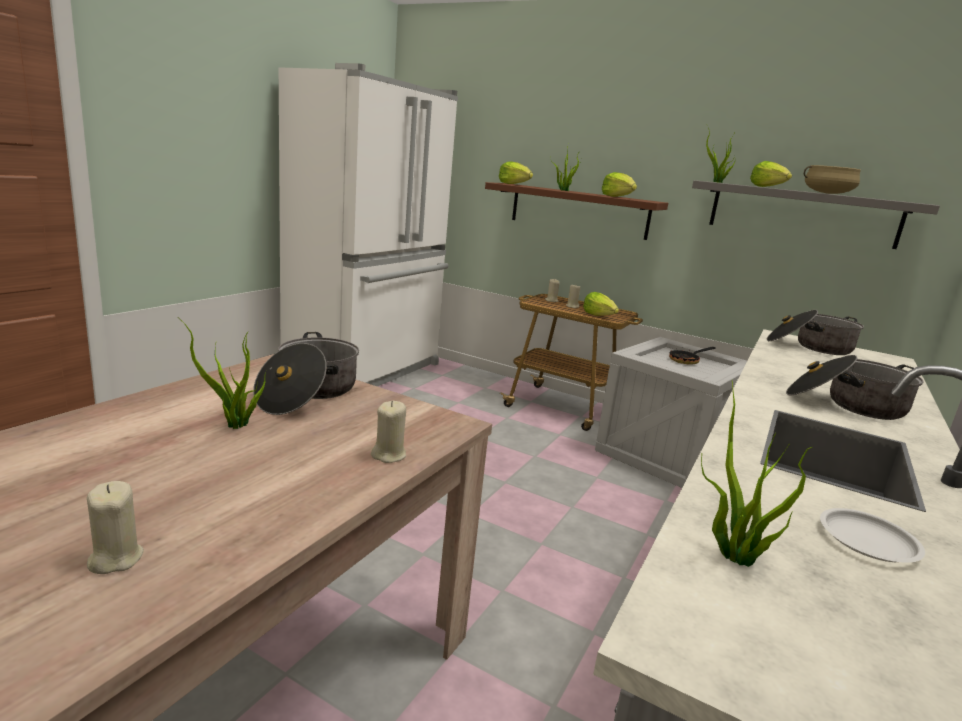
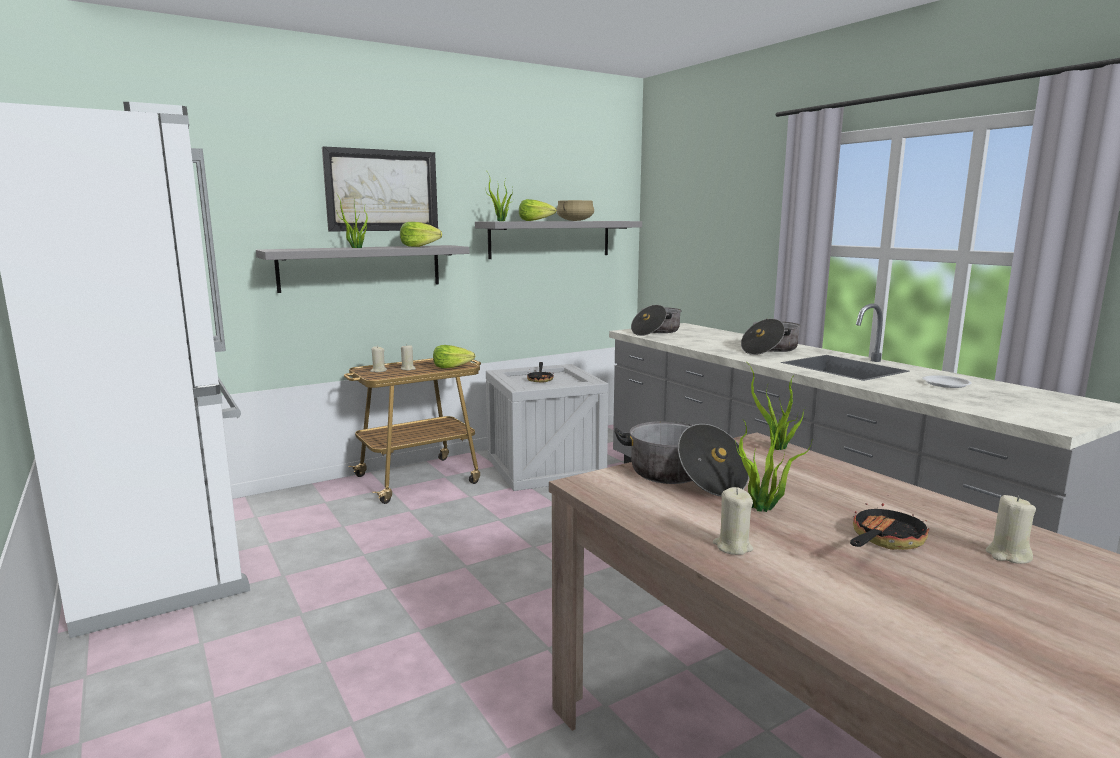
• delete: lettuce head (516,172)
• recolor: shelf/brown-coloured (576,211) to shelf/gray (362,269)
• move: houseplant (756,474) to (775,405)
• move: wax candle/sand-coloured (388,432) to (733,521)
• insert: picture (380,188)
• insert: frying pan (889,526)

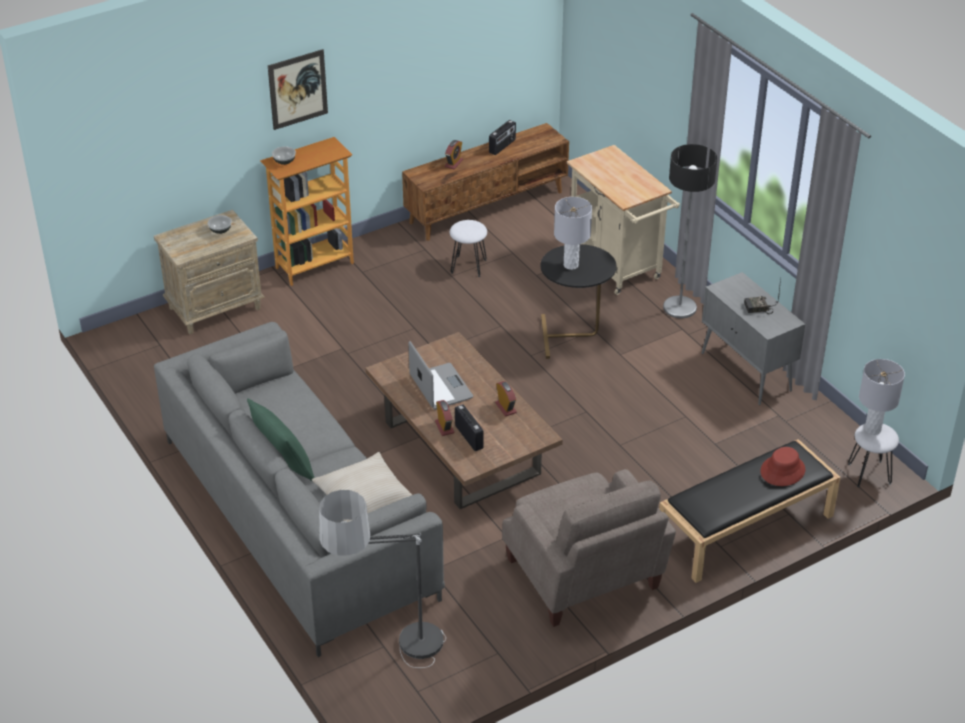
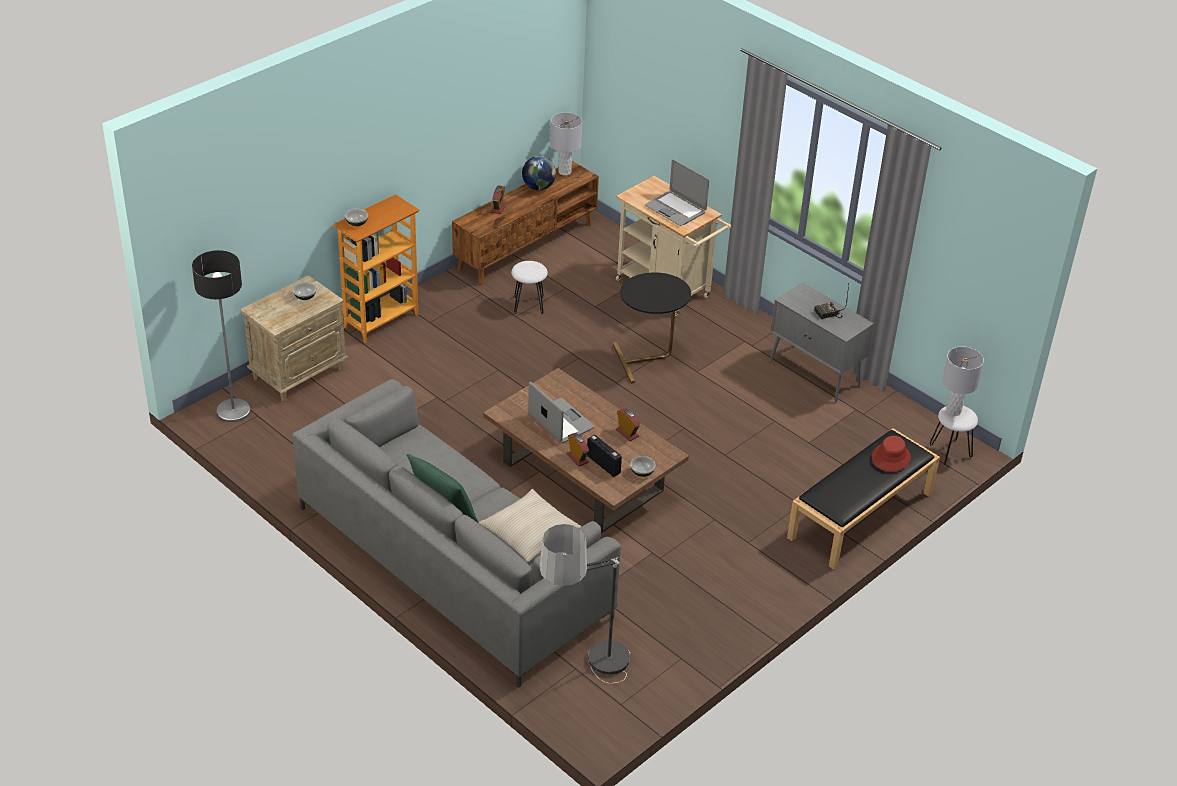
• delete: picture (298,89)
• replace: radio (502,137) to world globe (539,173)
• move: floor lamp (690,231) to (221,336)
• move: table lamp/gray (573,233) to (566,143)
• delete: lounge chair/sand-coloured (589,548)
• insert: portable computer (677,192)
• insert: deep dish (643,466)

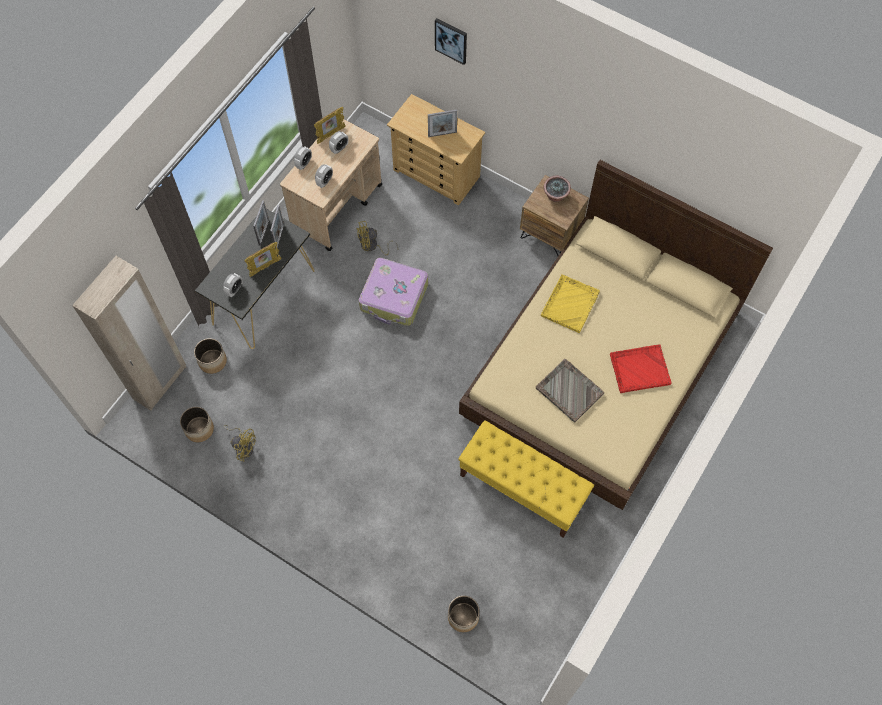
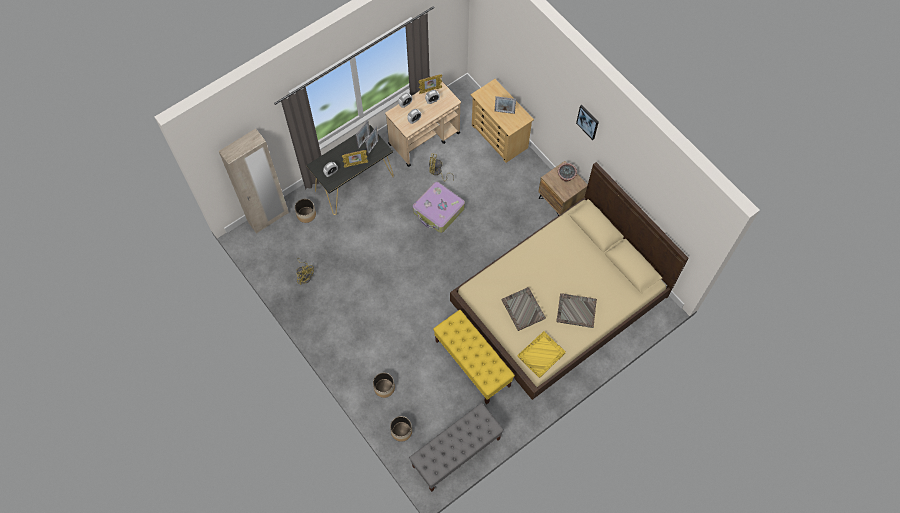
• move: picture (451,41) to (587,122)
• move: carrying tray/yellow (570,304) to (541,354)
• recolor: carrying tray/red (641,368) to carrying tray/gray (576,310)
• move: plant pot (197,424) to (384,385)
• insert: long seat/gray (456,447)

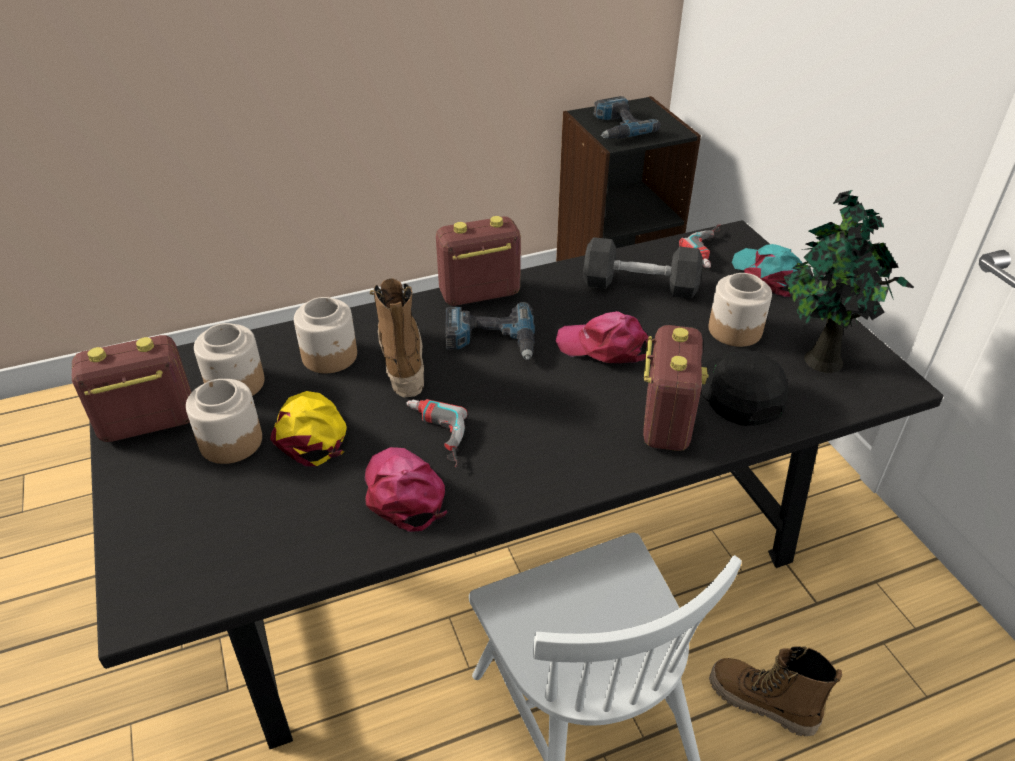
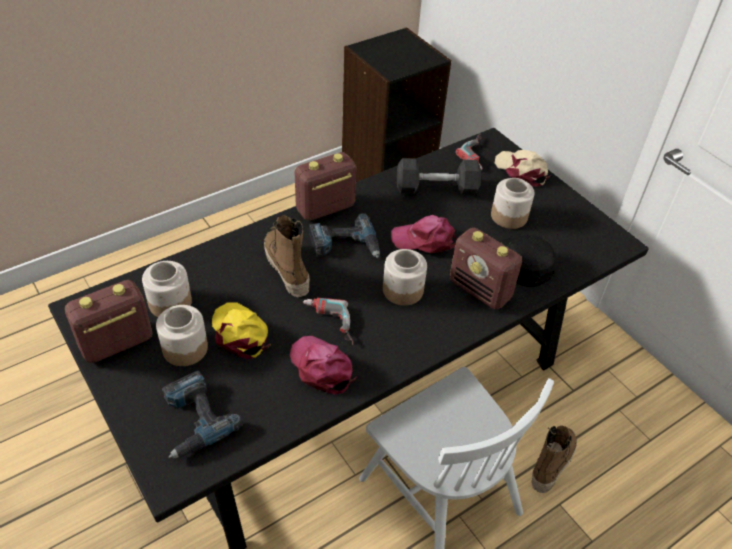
• move: power drill (626,117) to (202,415)
• delete: houseplant (849,281)
• recolor: peaked cap/turquoise (767,270) to peaked cap/sand-coloured (523,168)
• move: storage jar (325,335) to (405,277)
• rotate: radio (675,388) = (486,268) 135 degrees clockwise
• rotate: boot (775,691) = (554,459) 105 degrees clockwise

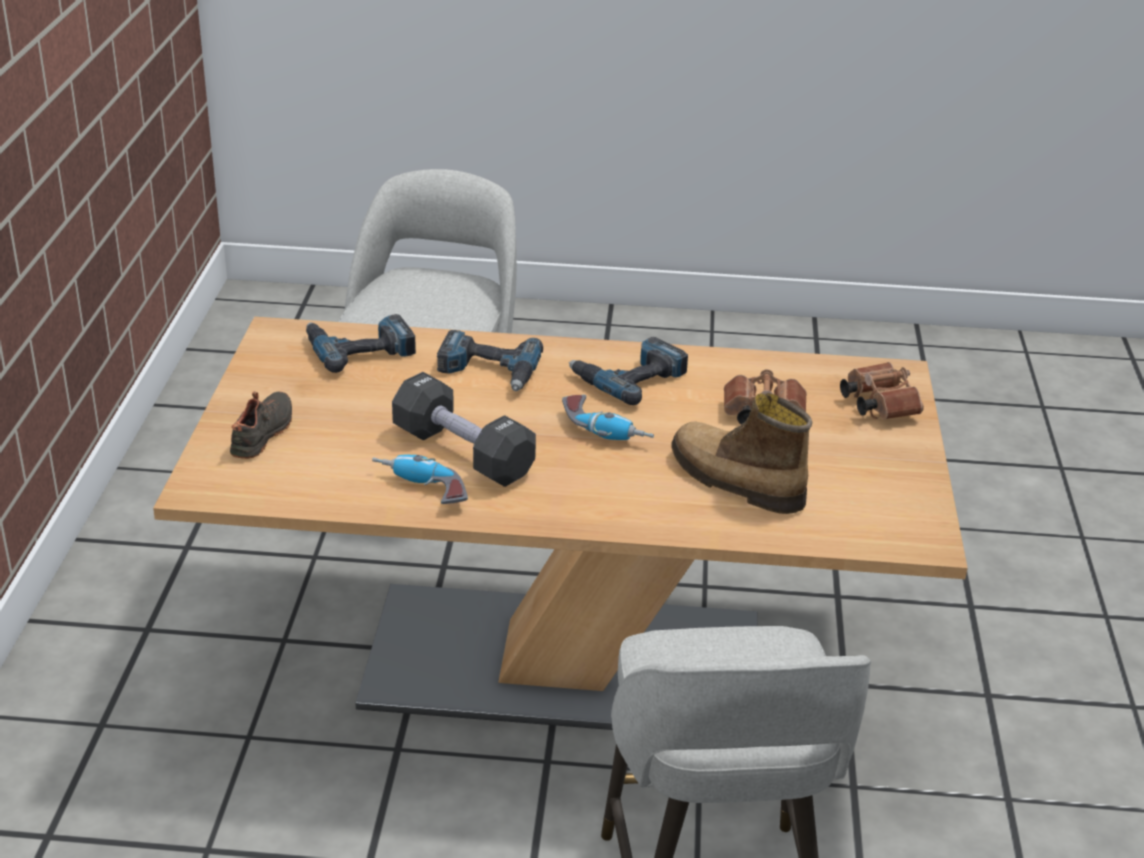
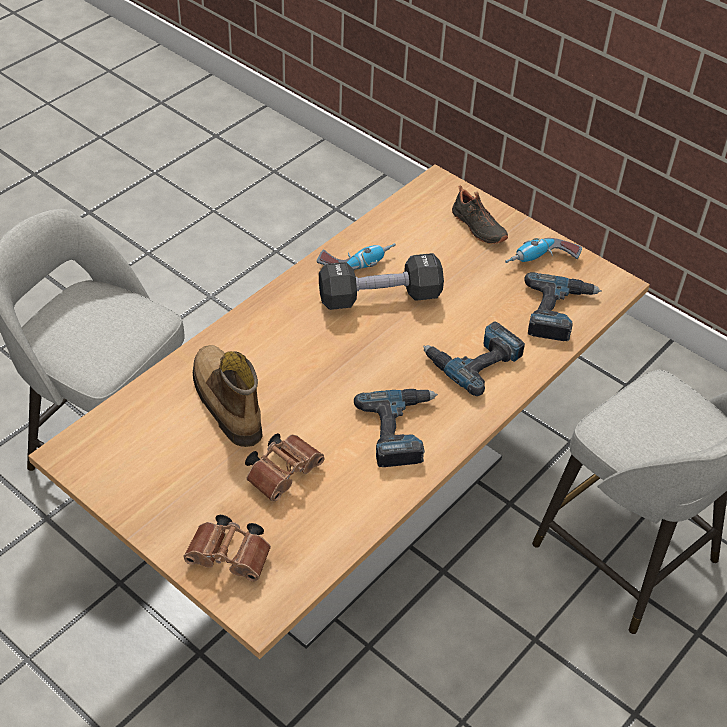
• rotate: boot (741,453) = (228,396) 105 degrees counterclockwise
• move: power drill (608,417) to (543,250)

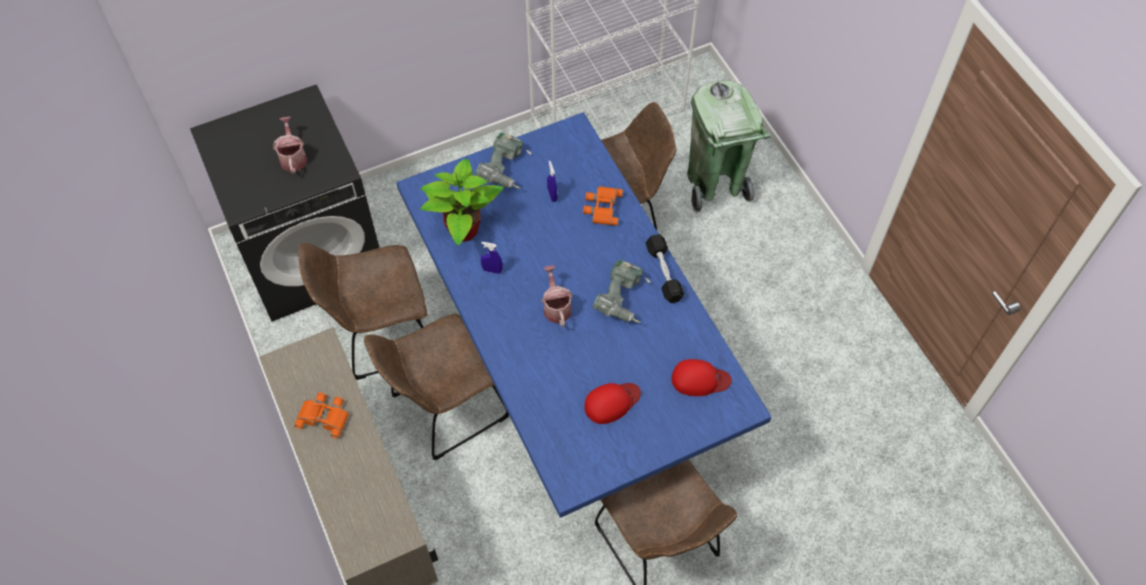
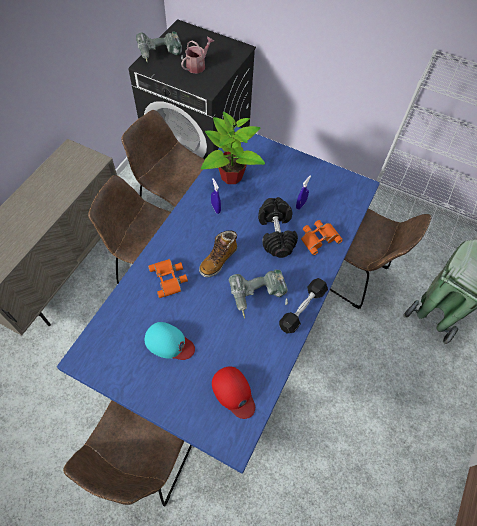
• move: power drill (503,161) to (159,47)
• replace: watering pot (557,296) to boot (218,253)
• recolor: peaked cap/red (612,403) to peaked cap/turquoise (170,341)
• move: field glasses/orangey (321,415) to (168,278)
• insert: dumbbell/black (278,227)

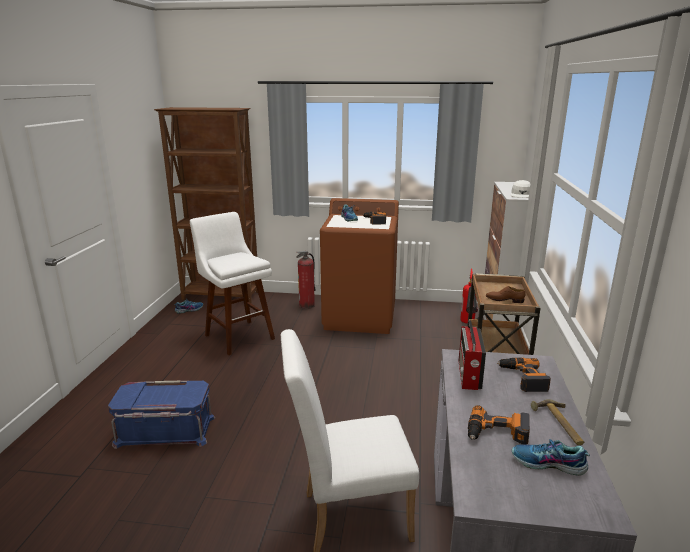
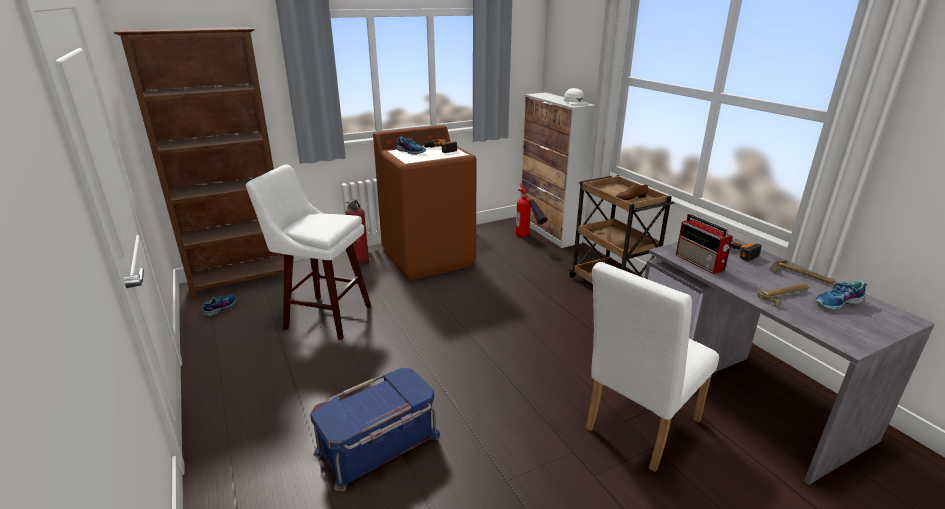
• replace: power drill (499,425) to tool hammer (782,295)

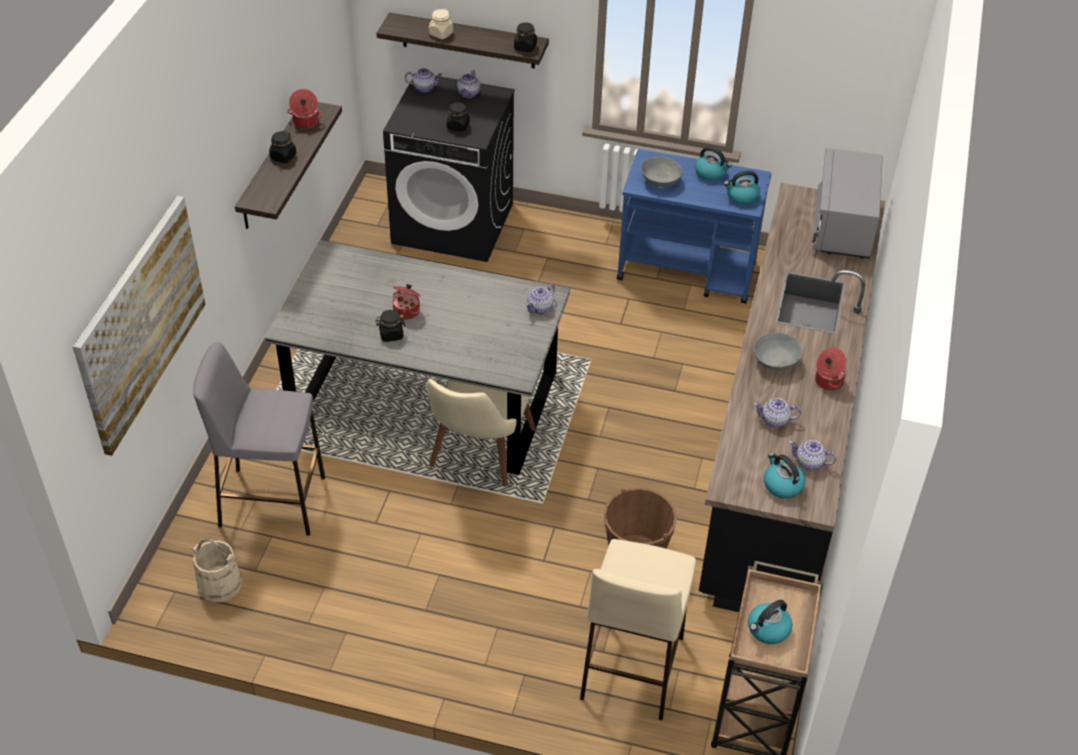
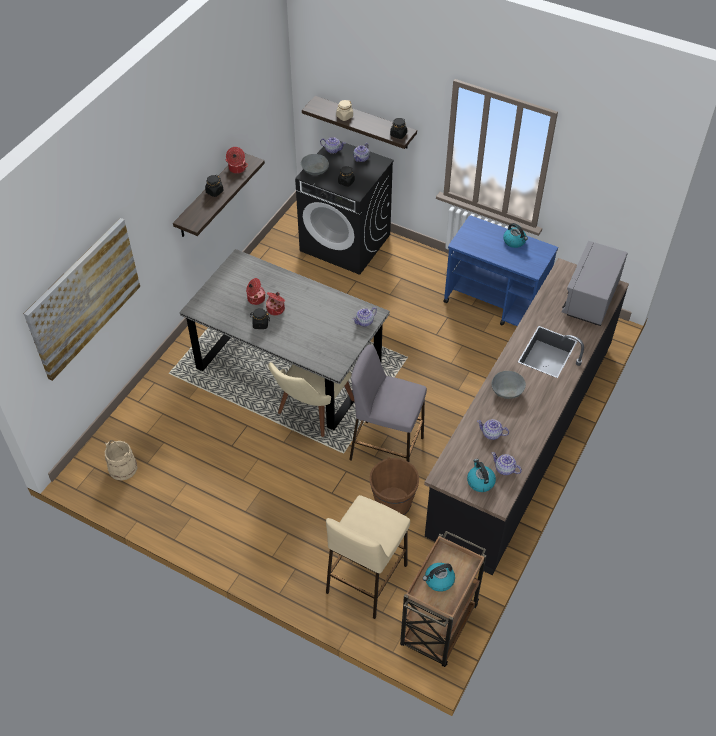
• move: deep dish/gray (662,171) to (315,164)
• delete: water kettle (742,187)
• move: stool/gray (259,439) to (388,403)
• move: cooking pot (830,369) to (255,291)

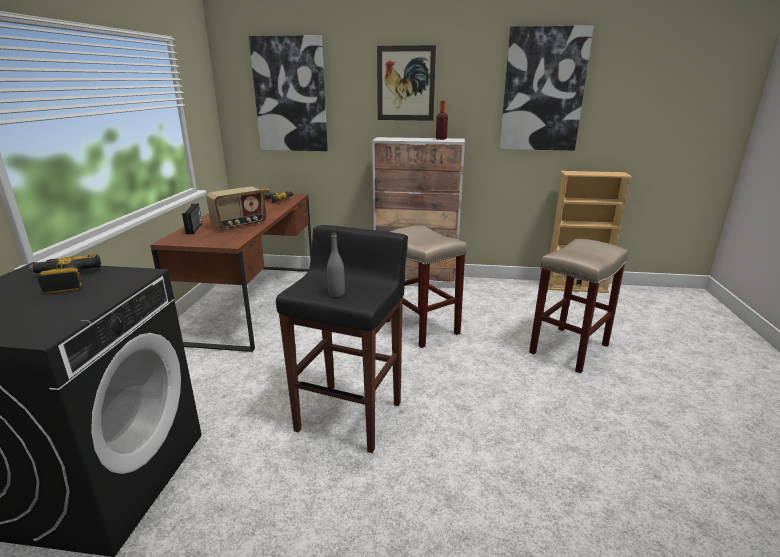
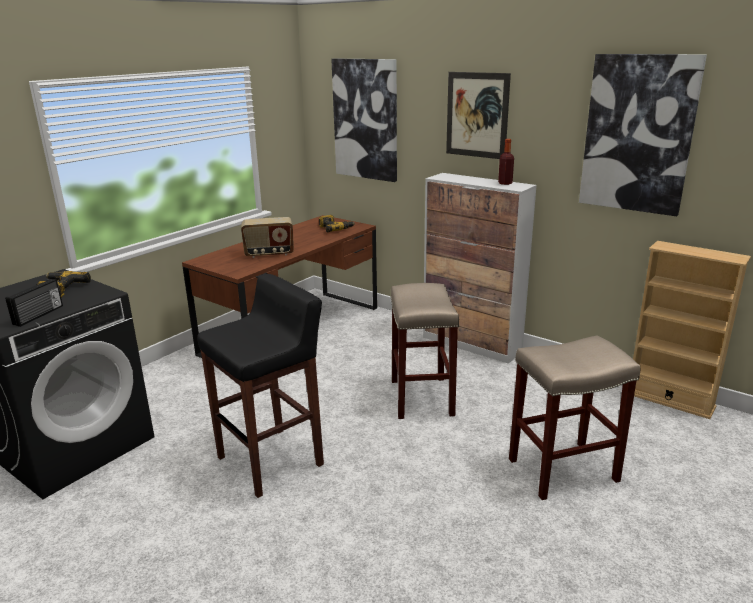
• move: radio (192,218) to (34,303)
• delete: drink bottle/gray (336,264)

